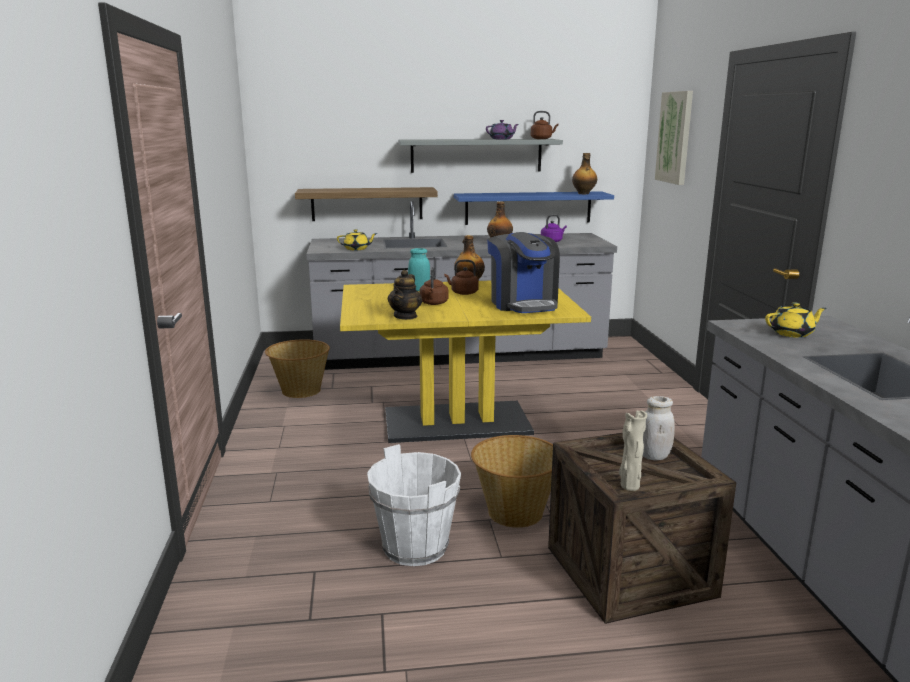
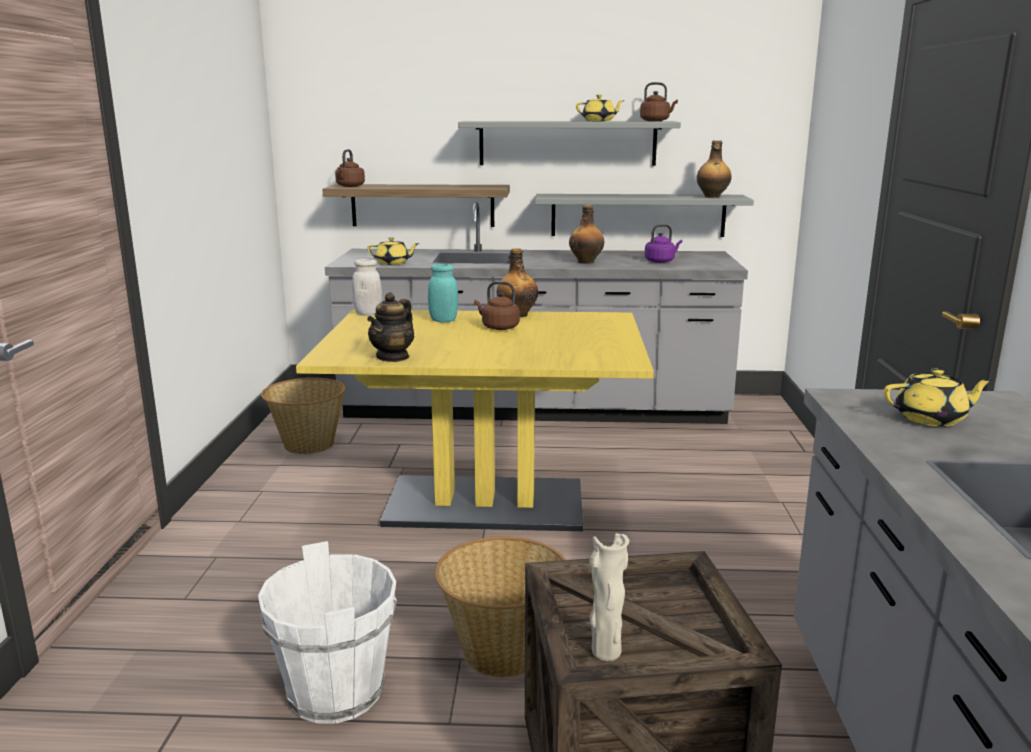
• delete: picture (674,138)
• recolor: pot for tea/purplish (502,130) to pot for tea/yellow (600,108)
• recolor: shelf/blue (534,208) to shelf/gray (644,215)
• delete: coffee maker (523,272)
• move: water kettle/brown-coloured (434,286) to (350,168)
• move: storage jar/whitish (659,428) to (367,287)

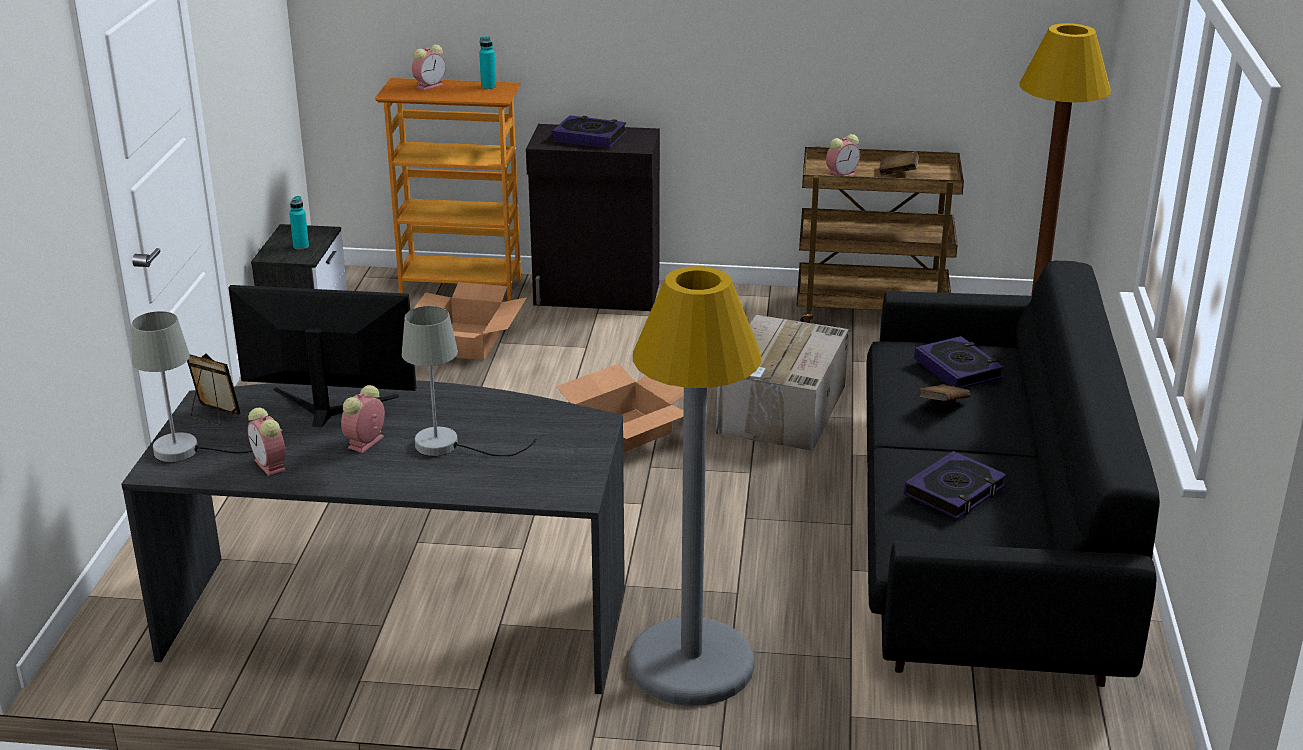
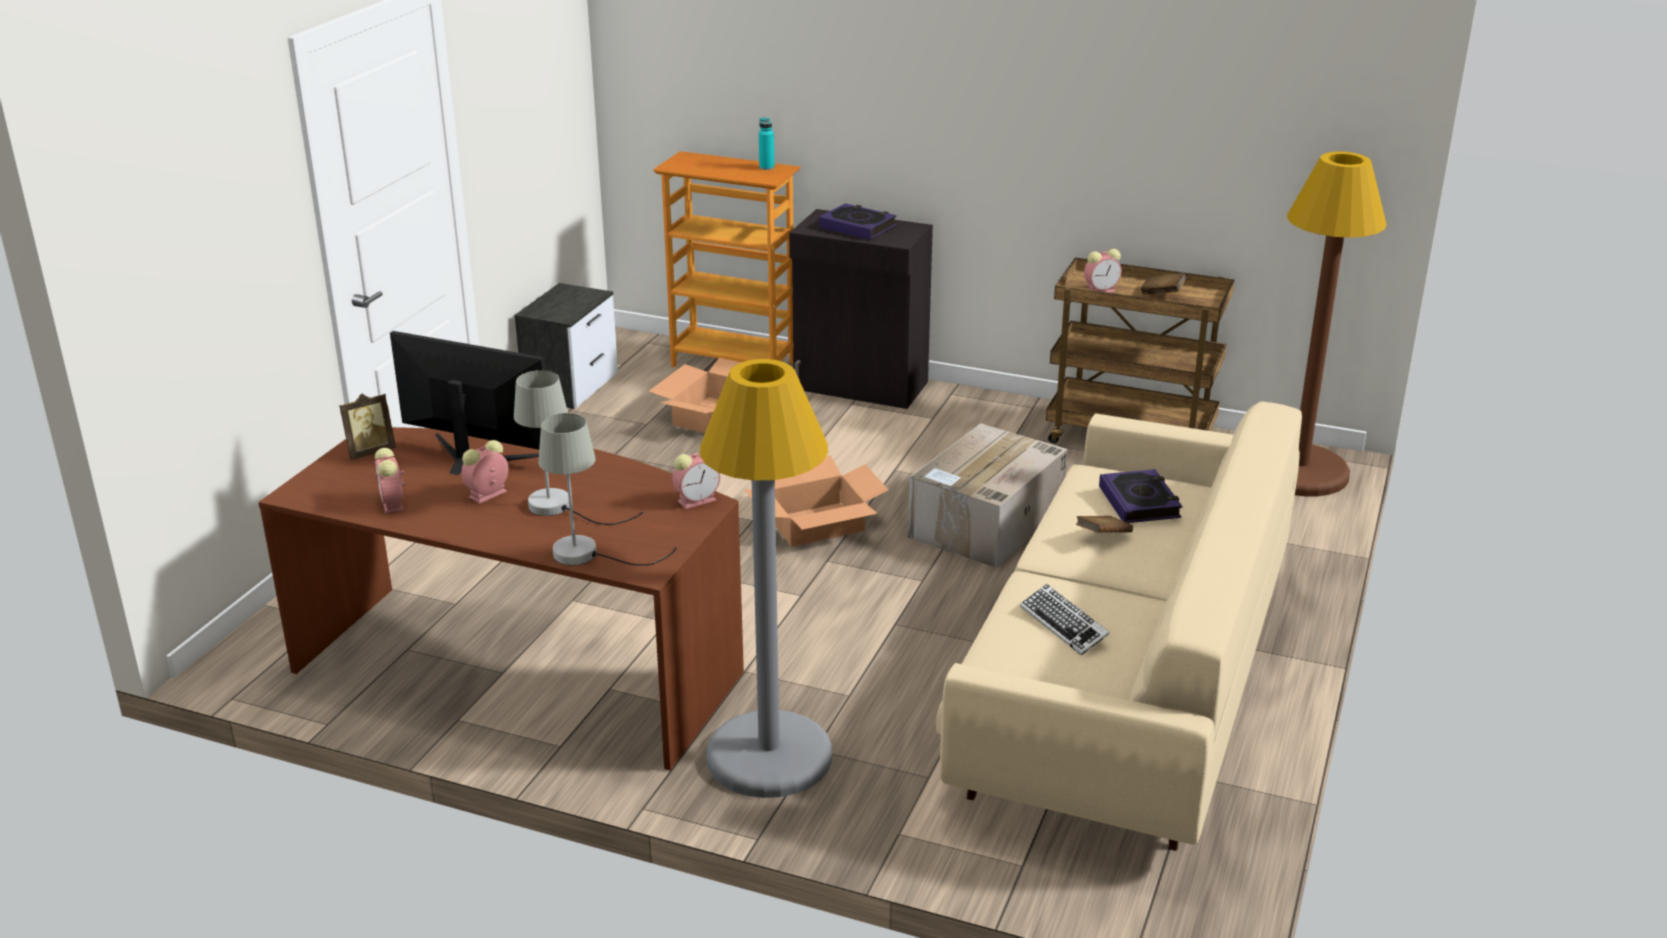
• move: alarm clock (429,67) to (696,481)
• delete: drink bottle/turquoise (299,223)
• recolor: settee/black (1013,474) to settee/sand-coloured (1119,626)
• move: table lamp/gray (192,386) to (607,489)
• rotate: photo frame (213,389) = (367,426) 105 degrees clockwise
• recolor: desk/gray (373,537) to desk/brown-coloured (501,598)
• replace: volume (955,485) to PC keyboard (1065,619)

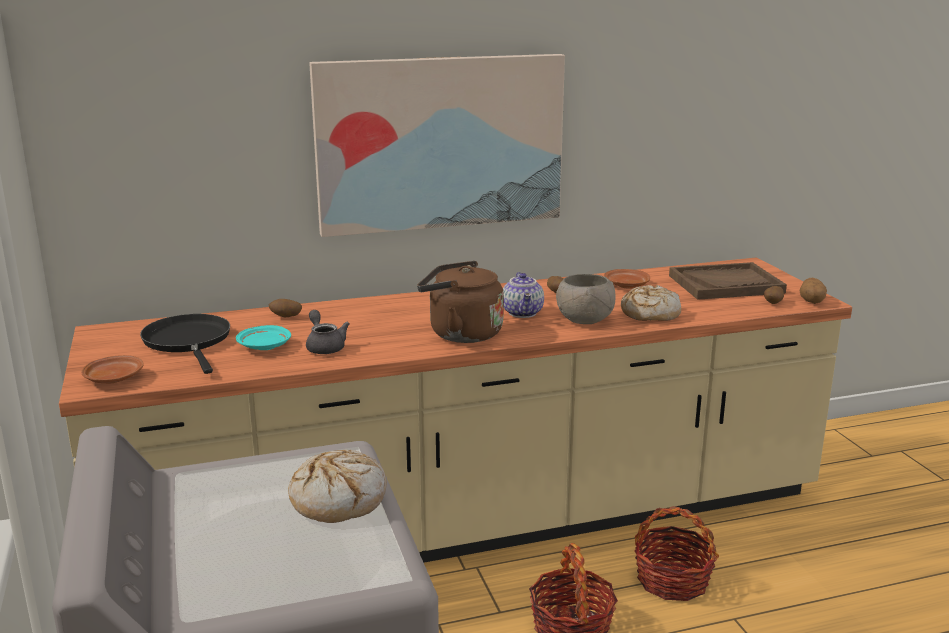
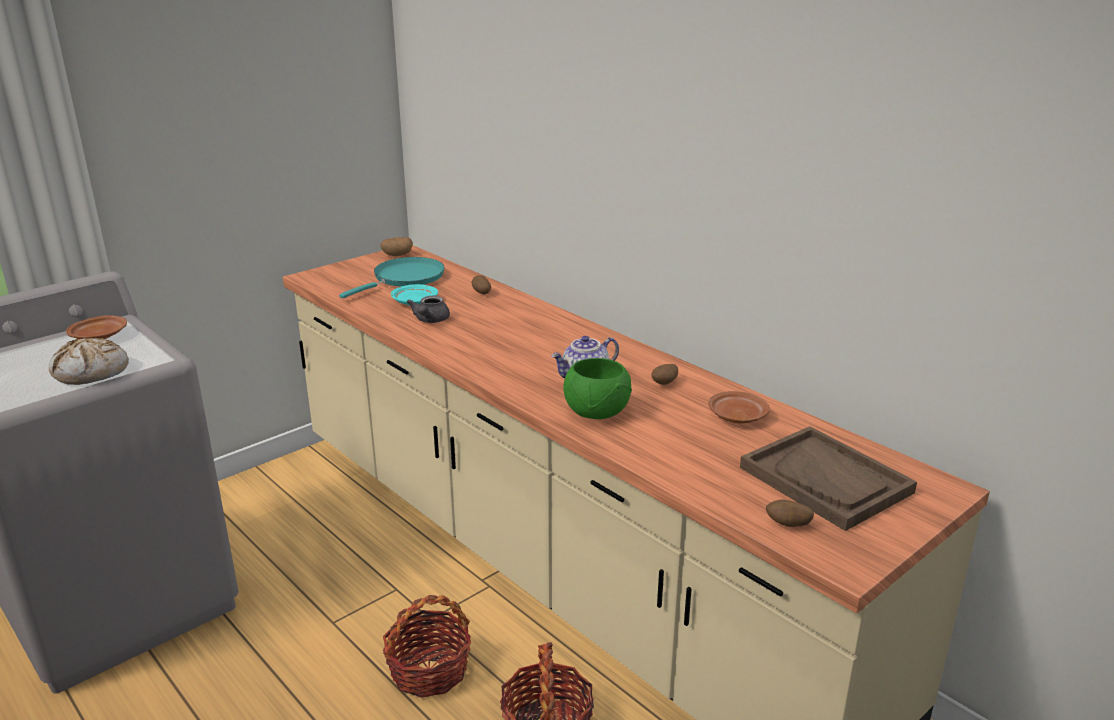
• delete: picture (437,145)
• delete: water kettle/brown-coloured (460,302)
• recolor: deep dish/gray (586,299) to deep dish/greenish (597,388)
• move: potato (813,291) to (396,246)
• delete: baked bread (651,303)
• rotate: pot for tea/gray (328,332) = (428,309) 150 degrees clockwise
• recolor: frying pan/black (185,344) to frying pan/turquoise (392,277)
• move: plate/brown-coloured (112,369) to (96,327)

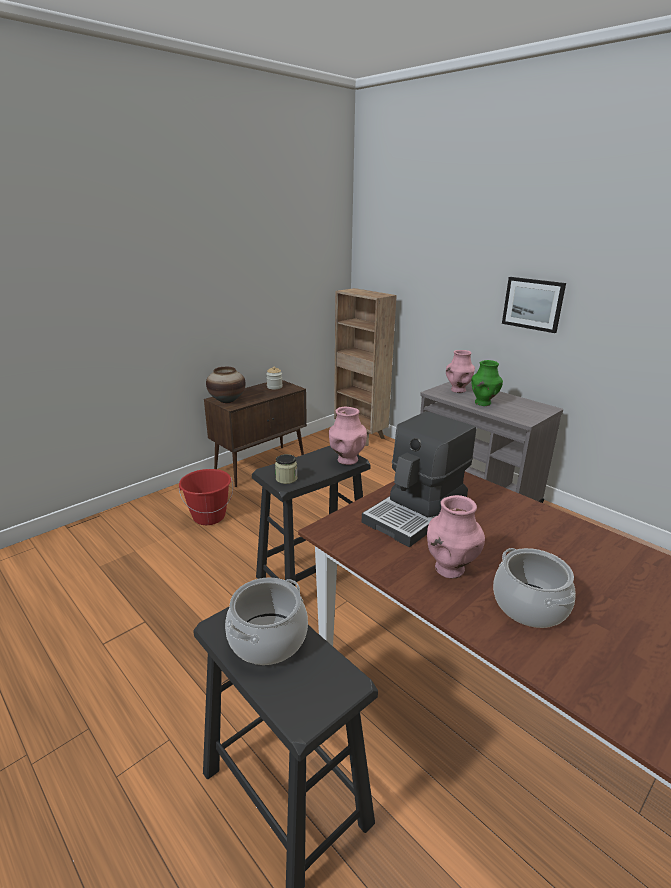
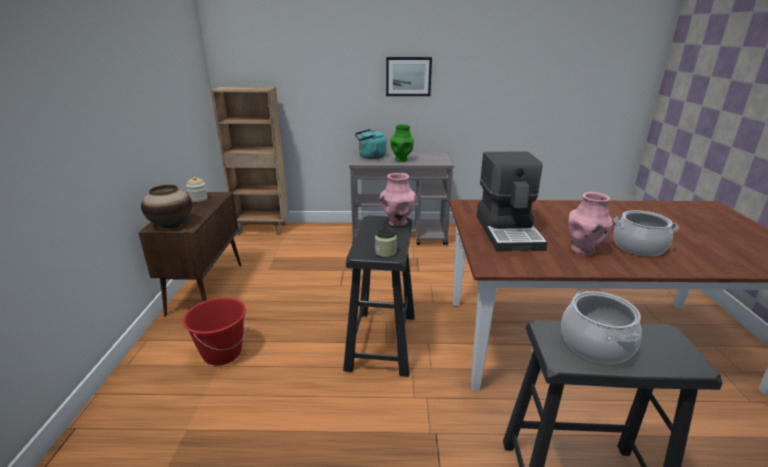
• replace: decorative vase/pink-coloured (460,371) to water kettle/turquoise (370,144)

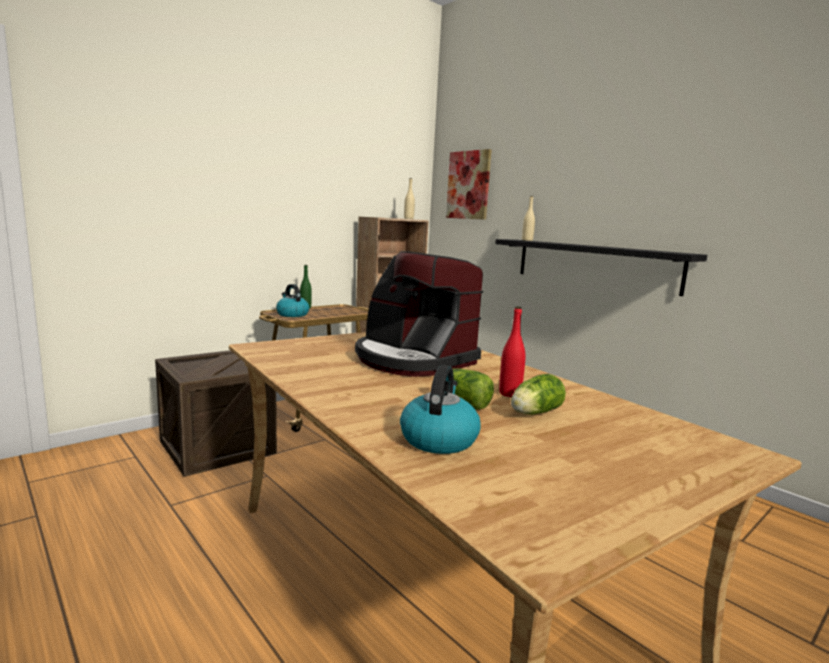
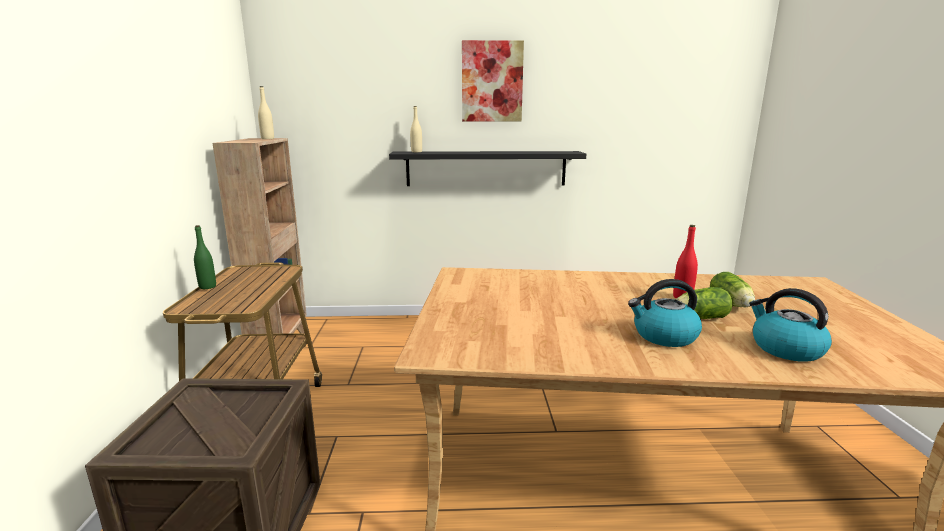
• move: picture (469,184) to (493,80)
• delete: coffee maker (419,314)
• move: water kettle (292,300) to (665,313)

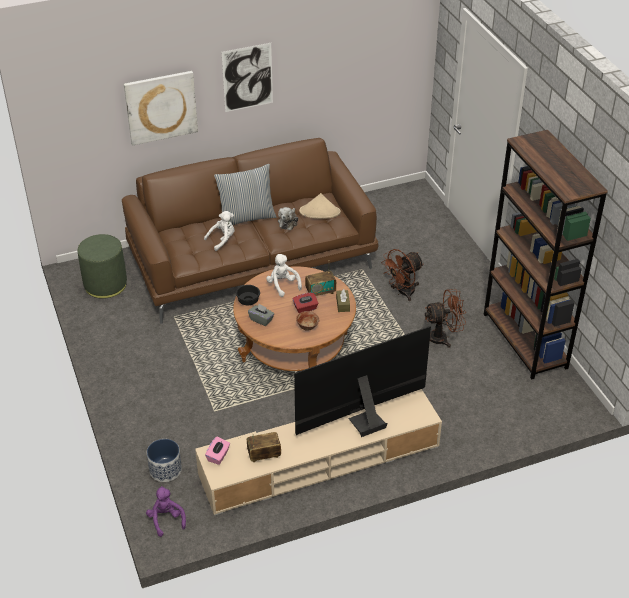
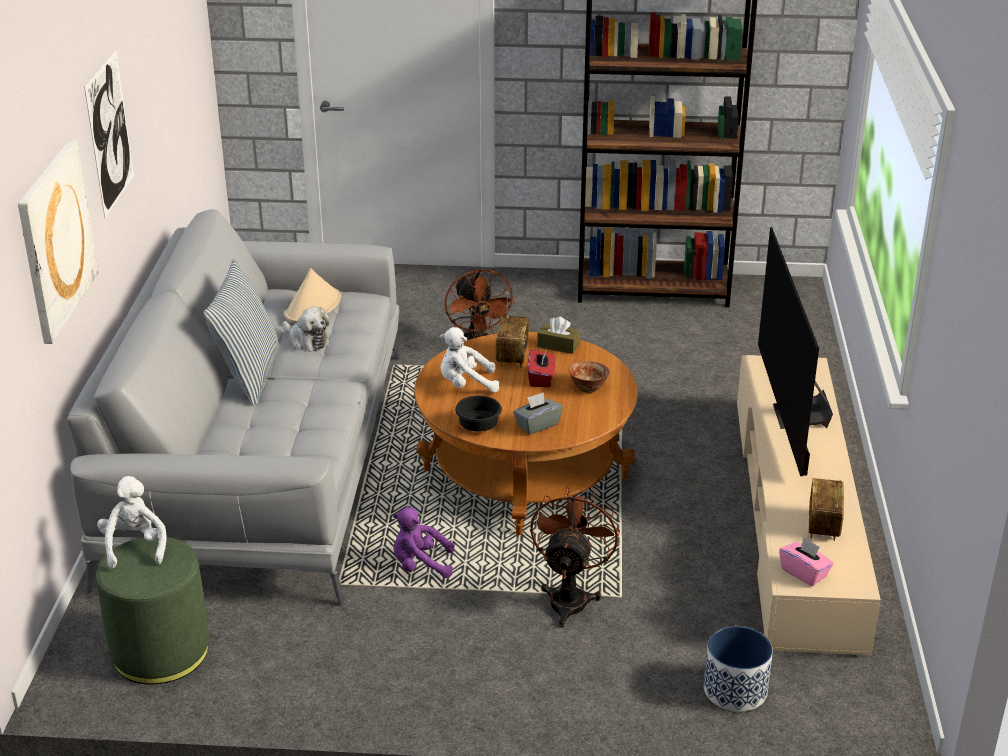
• recolor: settee/brown-coloured (250,231) to settee/gray (233,407)
• move: cuddly toy/whitish (219,231) to (132,522)
• move: electric fan/brown-coloured (445,318) to (575,557)
• move: cuddly toy/purplish (166,511) to (424,542)

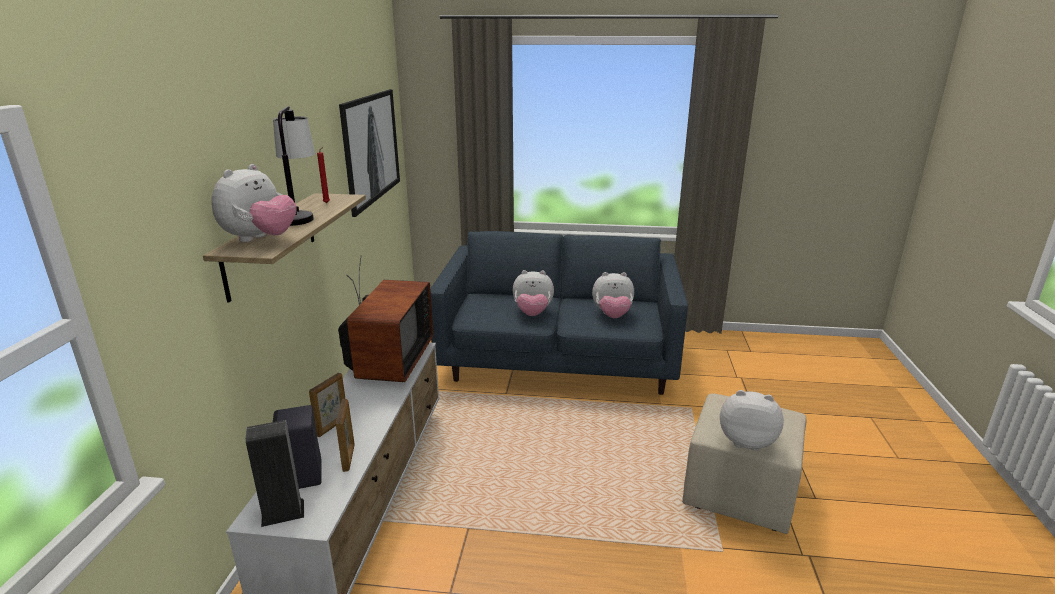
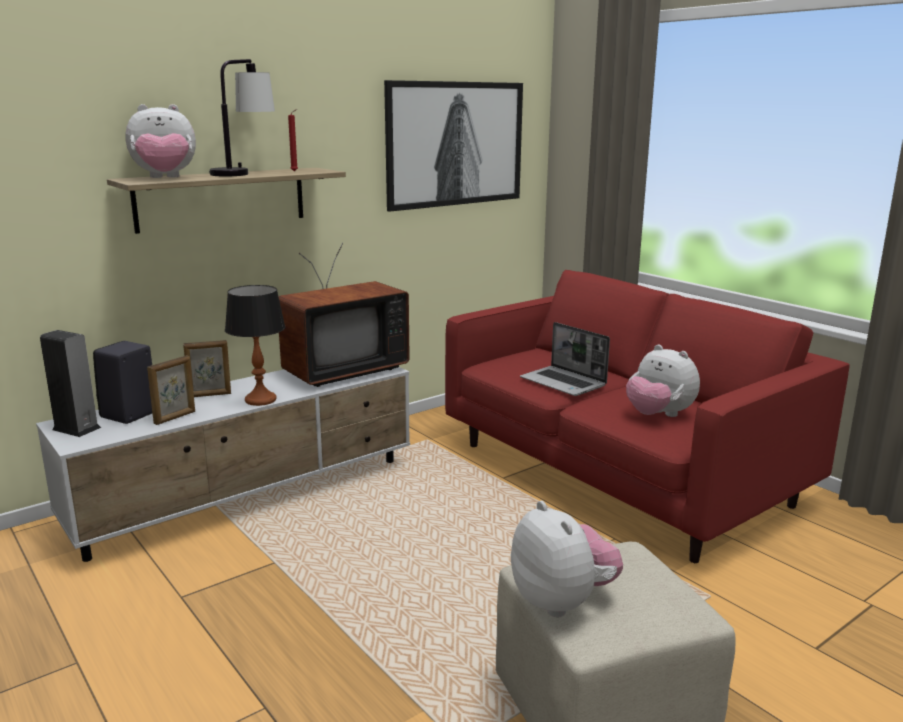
• recolor: settee/blue (559,313) to settee/red (647,416)
• replace: cuddly toy (533,293) to portable computer (565,359)
• insert: table lamp (255,345)

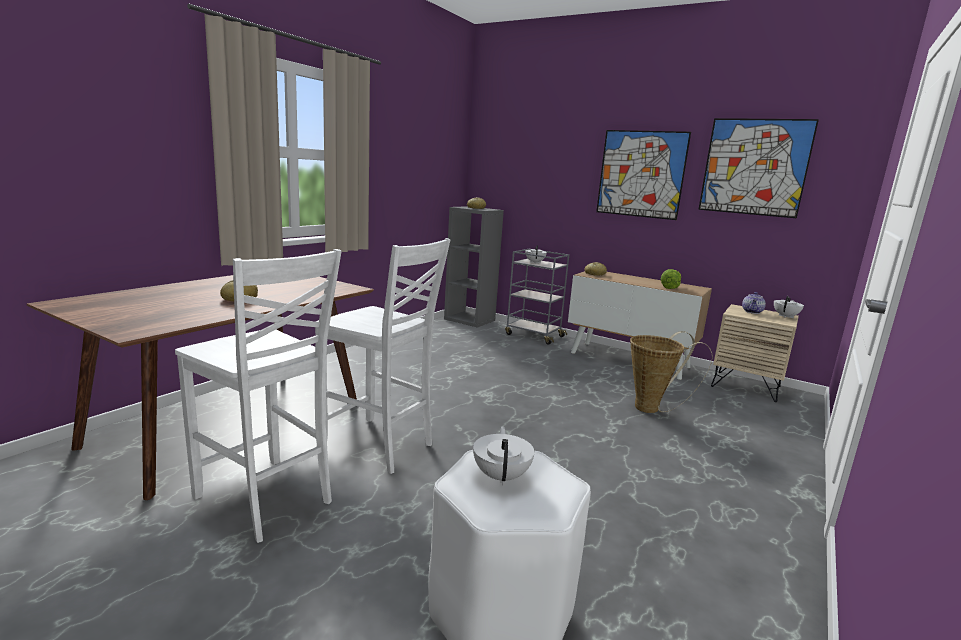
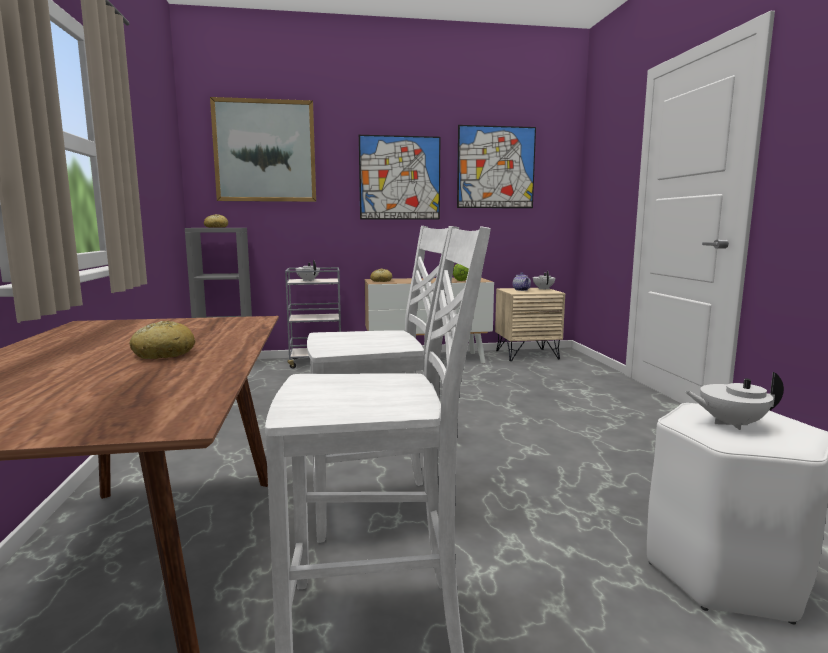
• delete: household basket (671,372)
• rotate: pot for tea/whitish (504,455) = (734,401) 45 degrees counterclockwise
• insert: picture (263,149)

